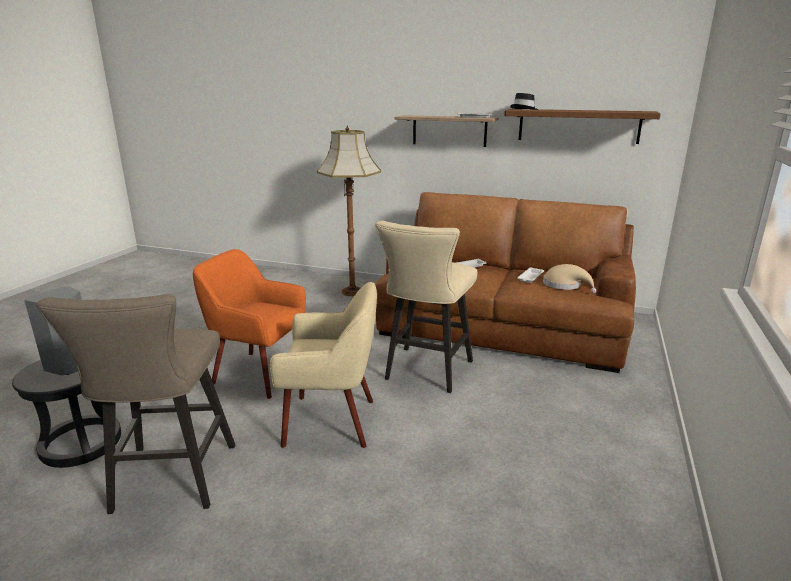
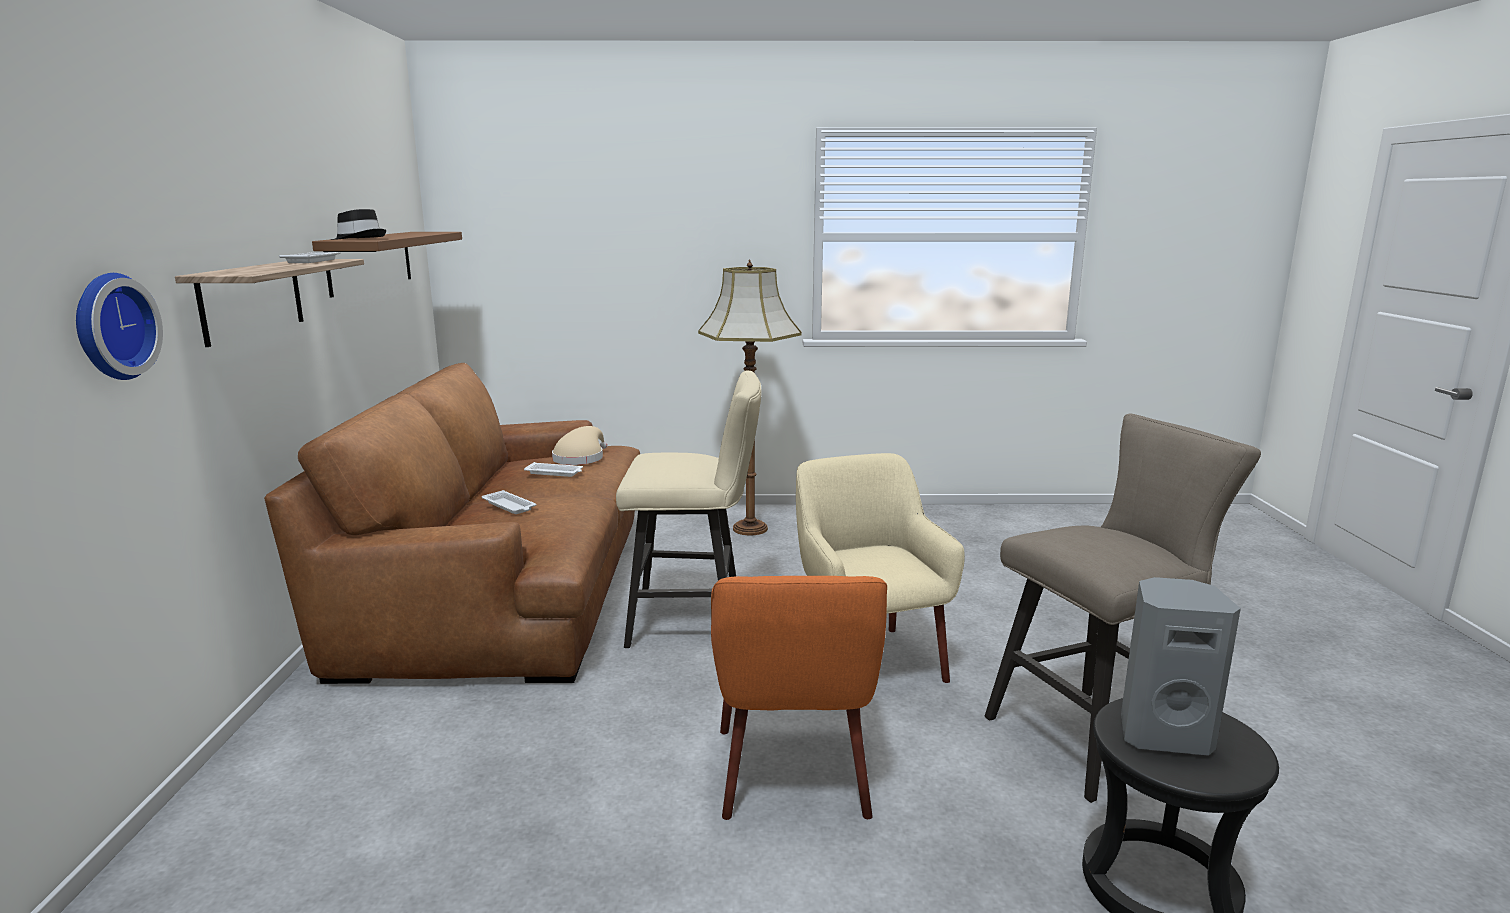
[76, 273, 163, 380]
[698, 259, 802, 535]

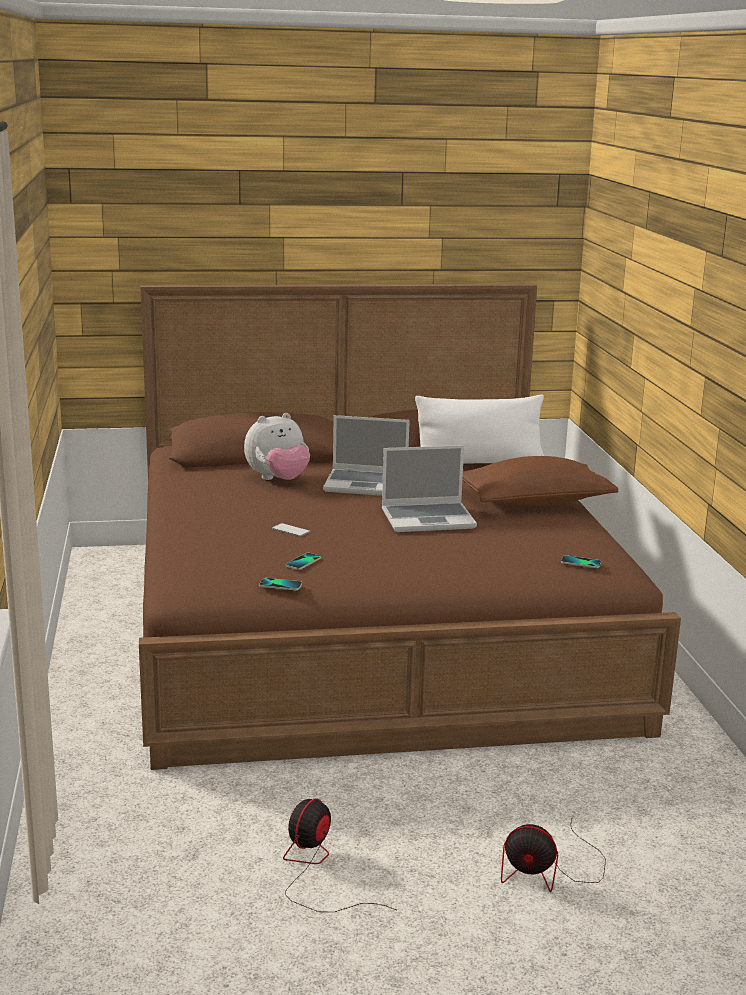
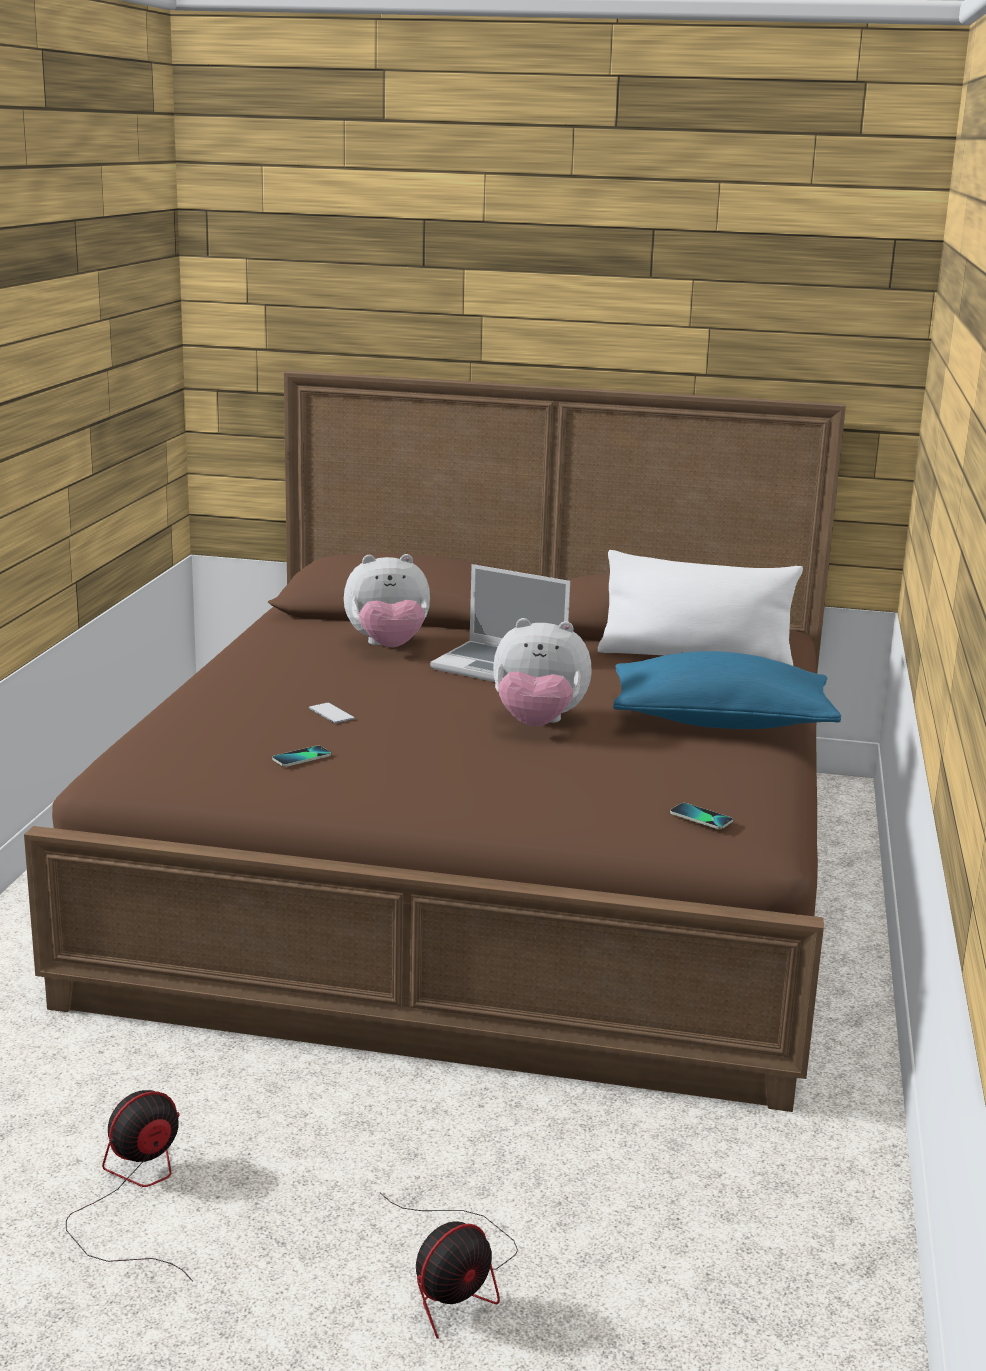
[380, 1193, 518, 1339]
[493, 618, 592, 727]
[613, 651, 841, 729]
[259, 578, 302, 590] (first image)

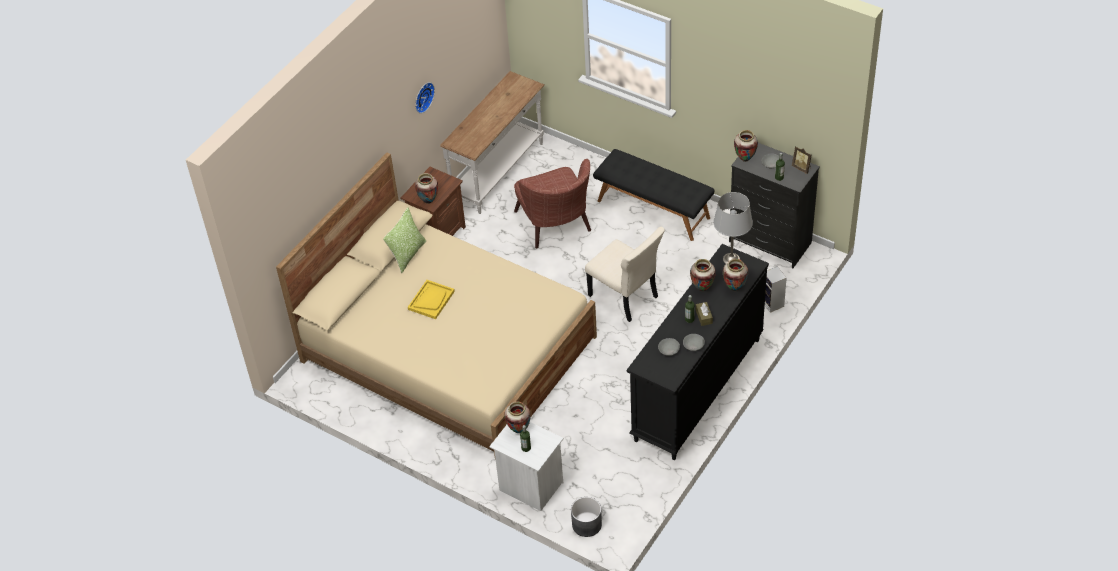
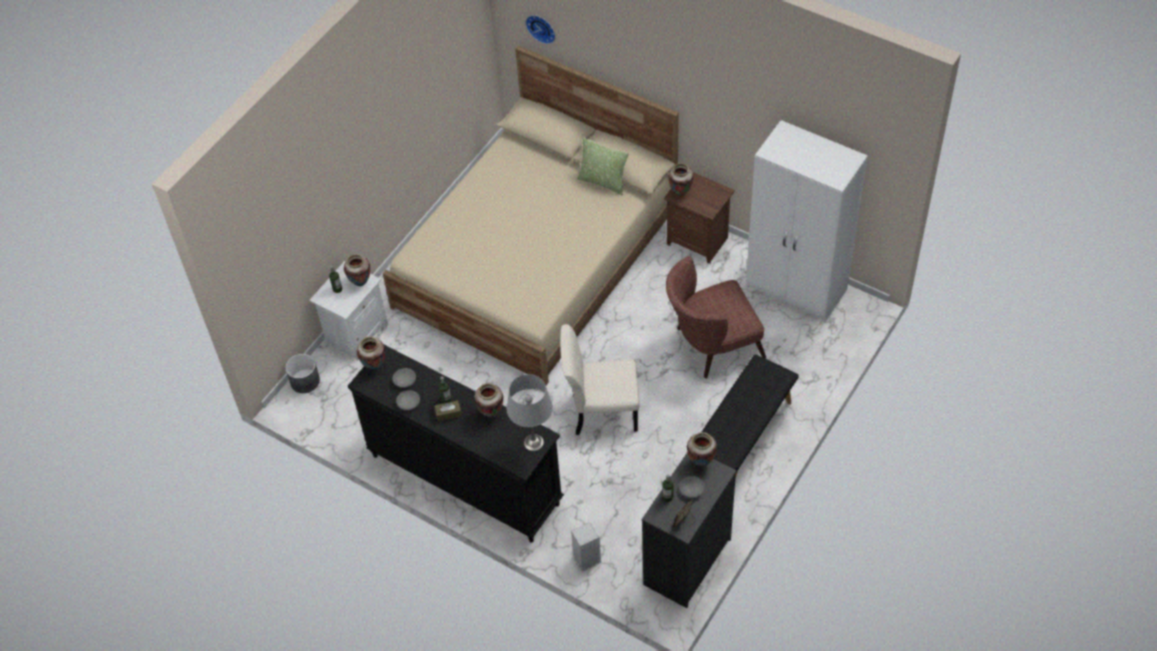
[357, 336, 385, 370]
[526, 15, 555, 44]
[560, 324, 640, 435]
[746, 120, 868, 322]
[408, 280, 455, 319] (first image)

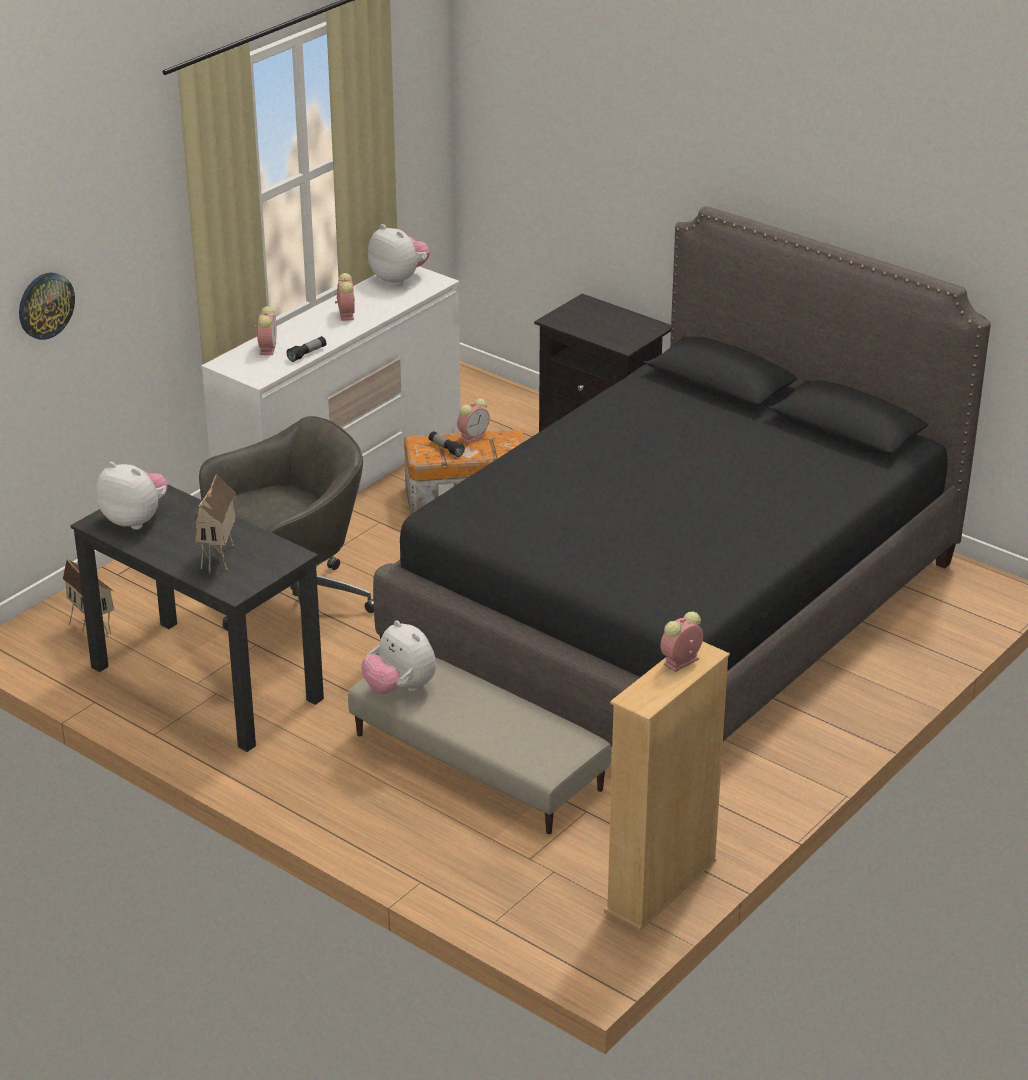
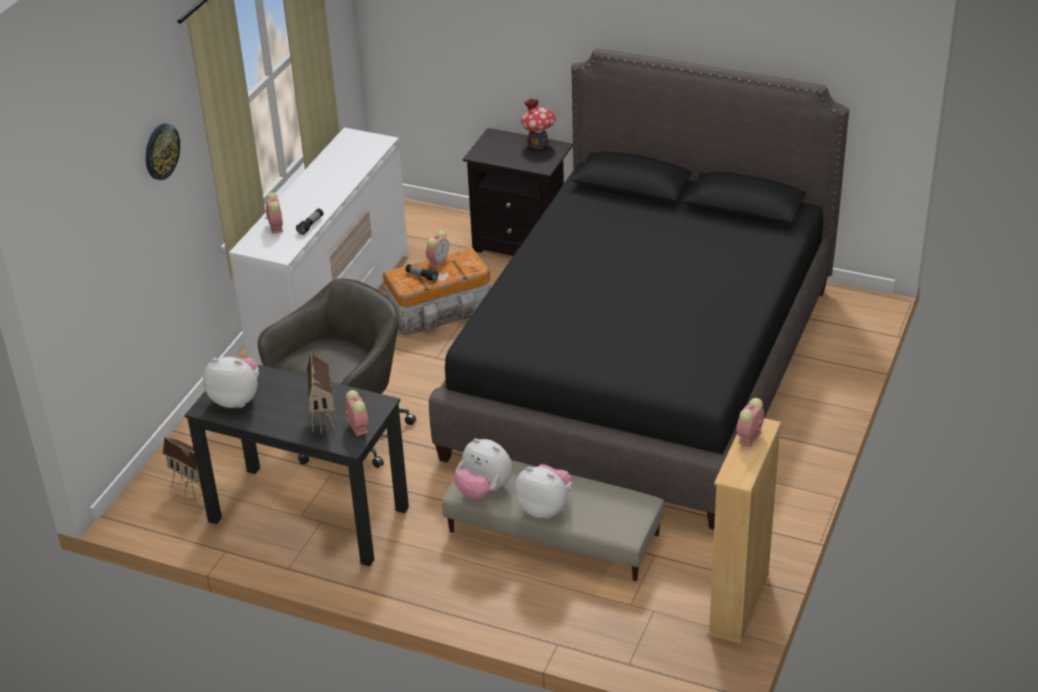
[146, 123, 180, 180]
[345, 390, 369, 436]
[515, 464, 572, 518]
[521, 98, 556, 149]

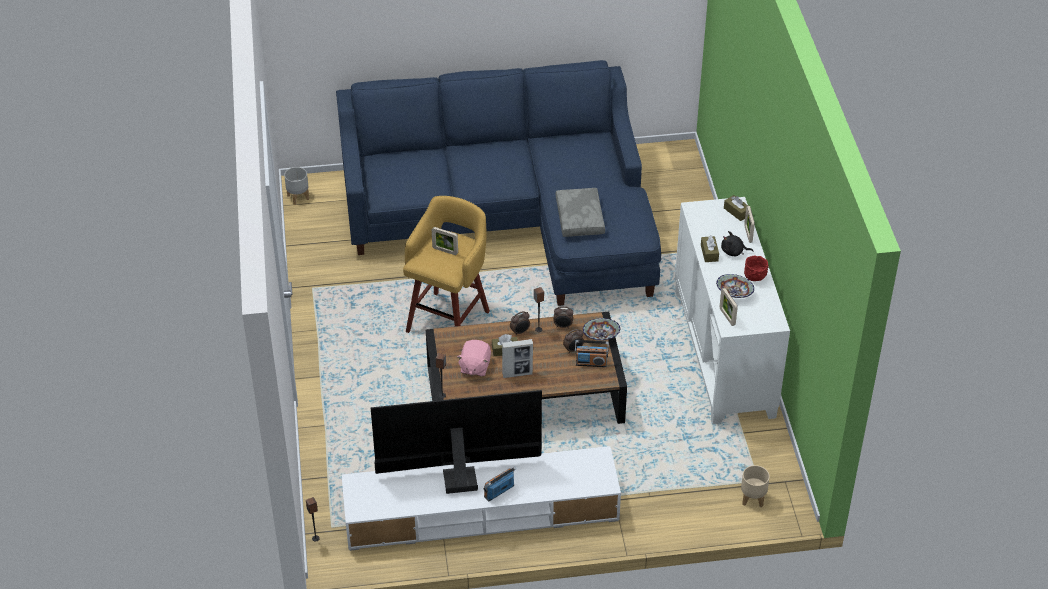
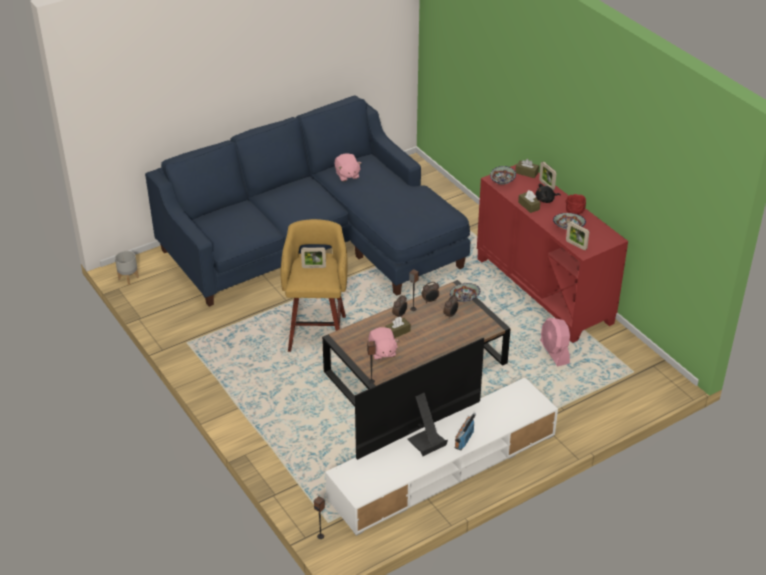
[335, 153, 361, 182]
[477, 164, 628, 343]
[490, 166, 516, 185]
[540, 318, 570, 367]
[502, 339, 533, 378] (first image)
[556, 188, 605, 237] (first image)
[575, 340, 609, 367] (first image)
[741, 465, 770, 507] (first image)

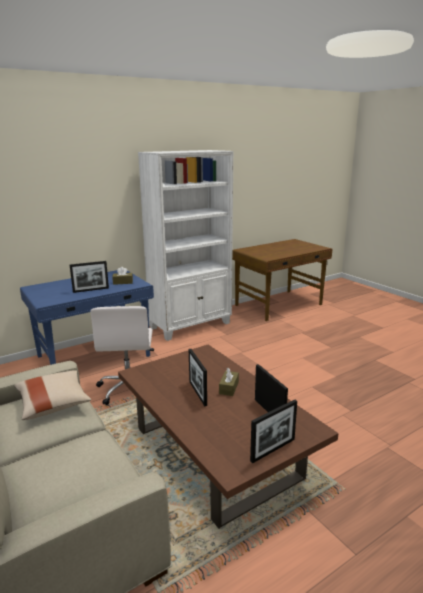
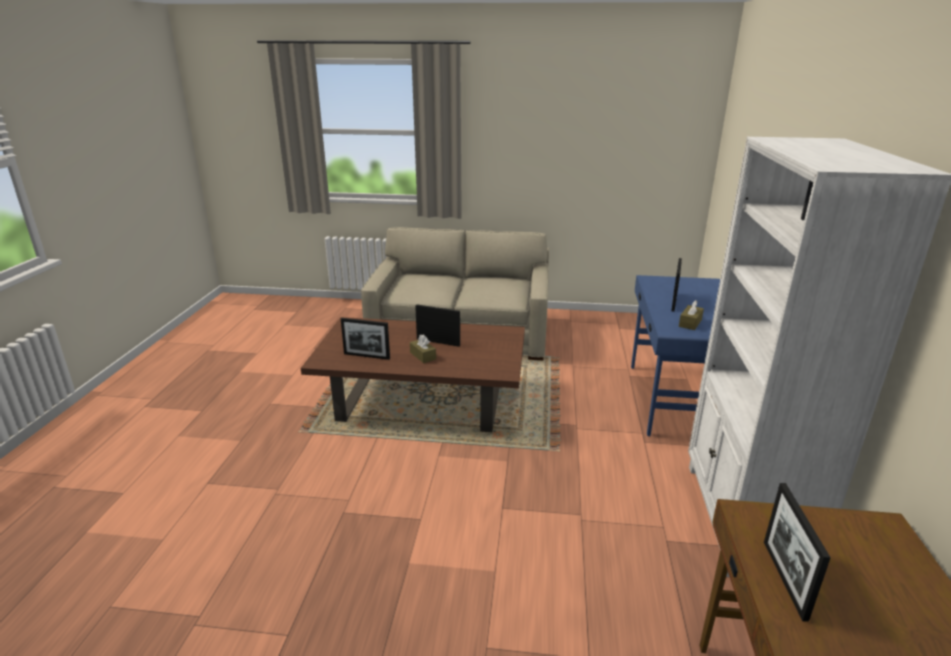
[764, 483, 831, 622]
[14, 370, 91, 420] (first image)
[90, 306, 154, 405] (first image)

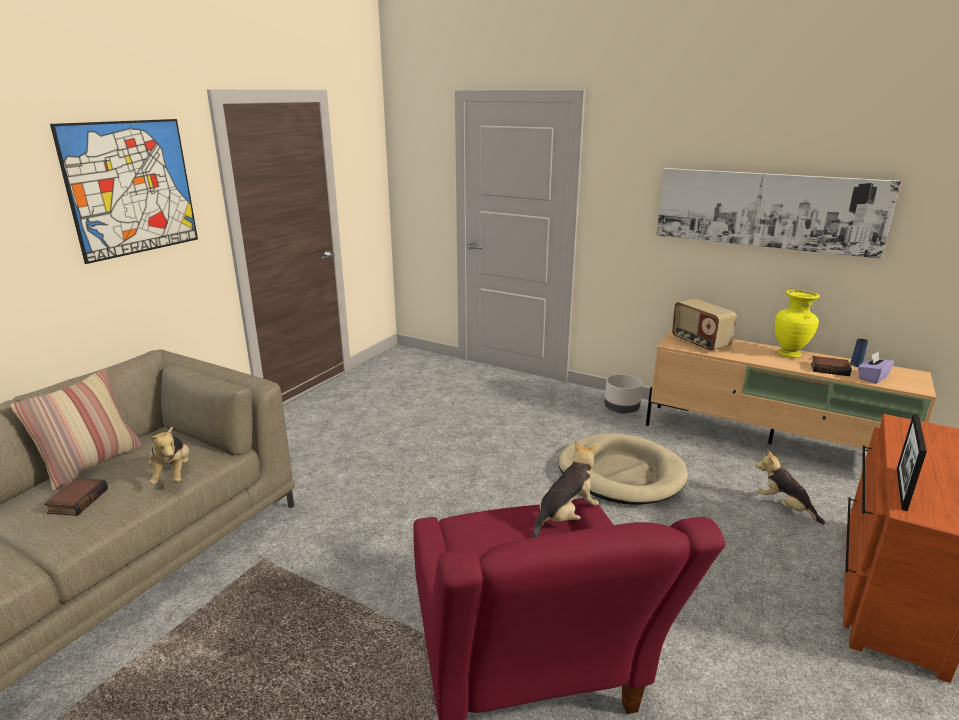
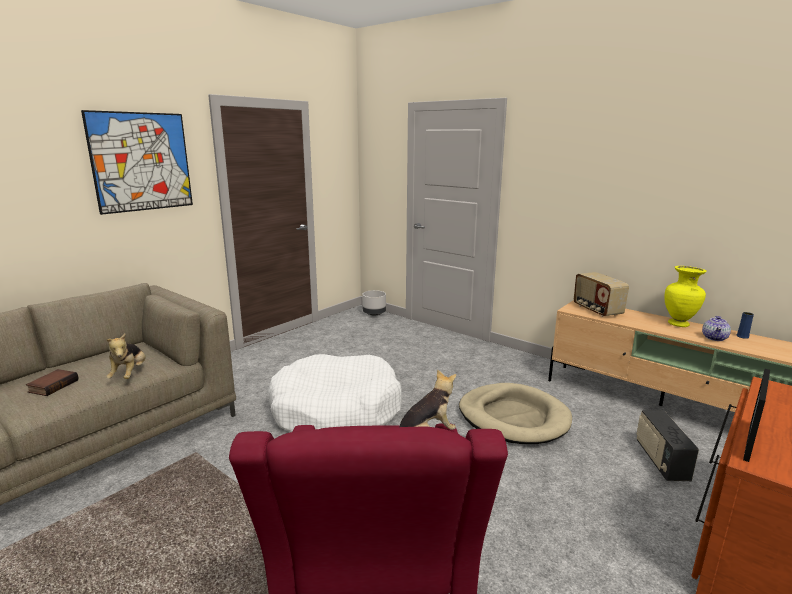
[267, 354, 402, 432]
[363, 290, 386, 316]
[636, 410, 699, 481]
[702, 316, 731, 341]
[10, 369, 142, 491] (first image)
[656, 168, 901, 259] (first image)
[858, 351, 894, 384] (first image)

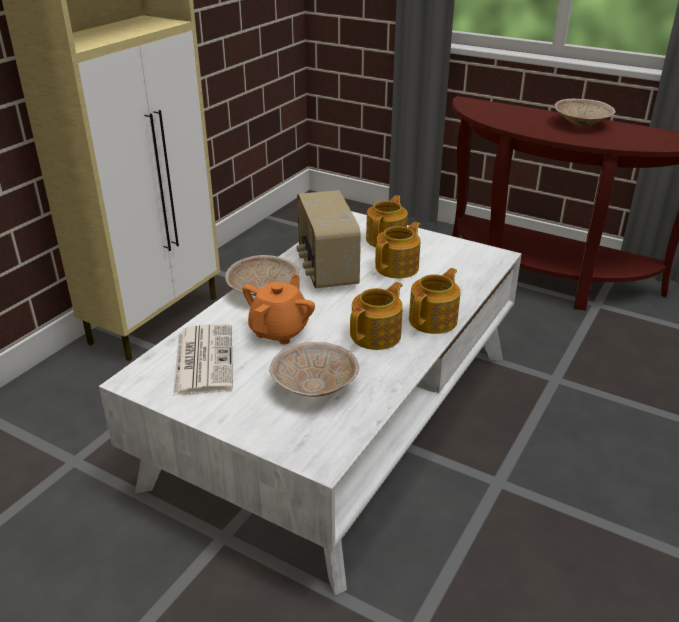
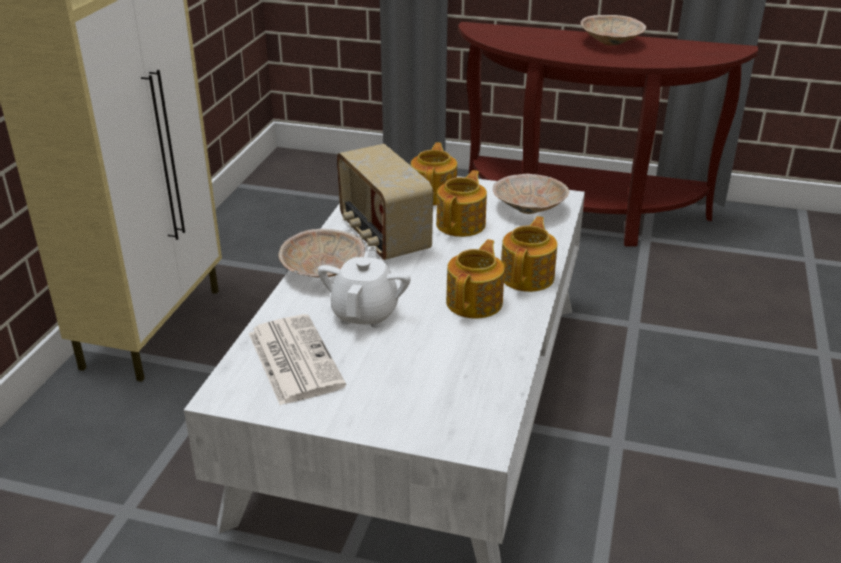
[318, 246, 411, 328]
[493, 174, 569, 214]

